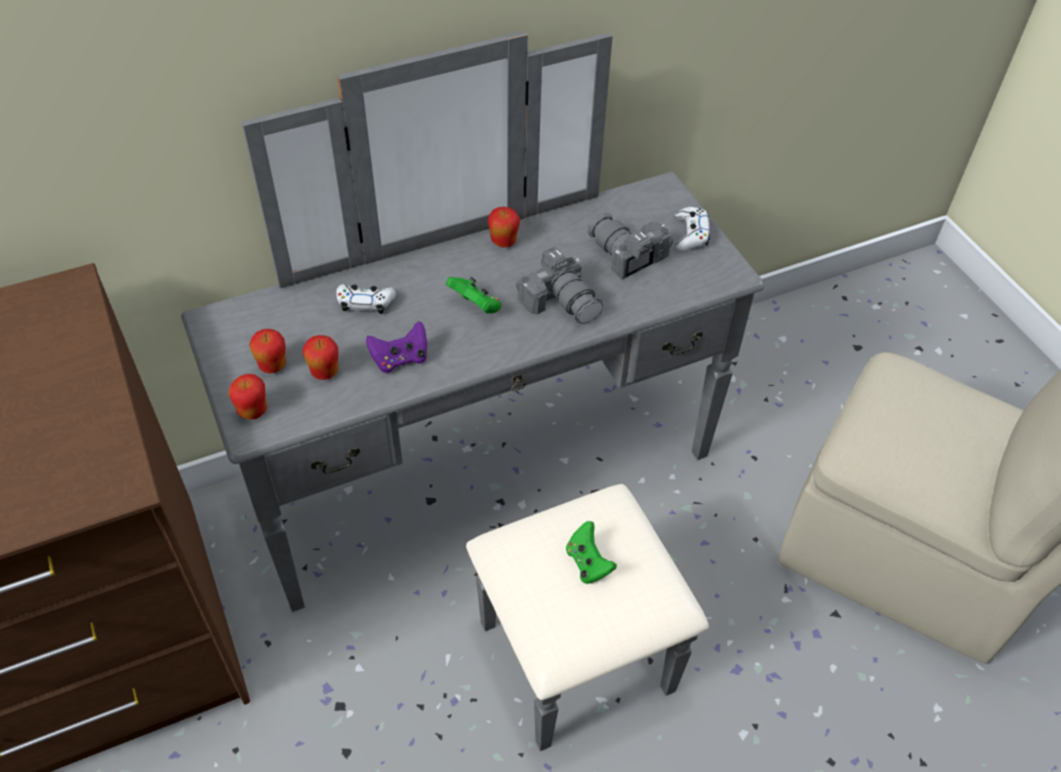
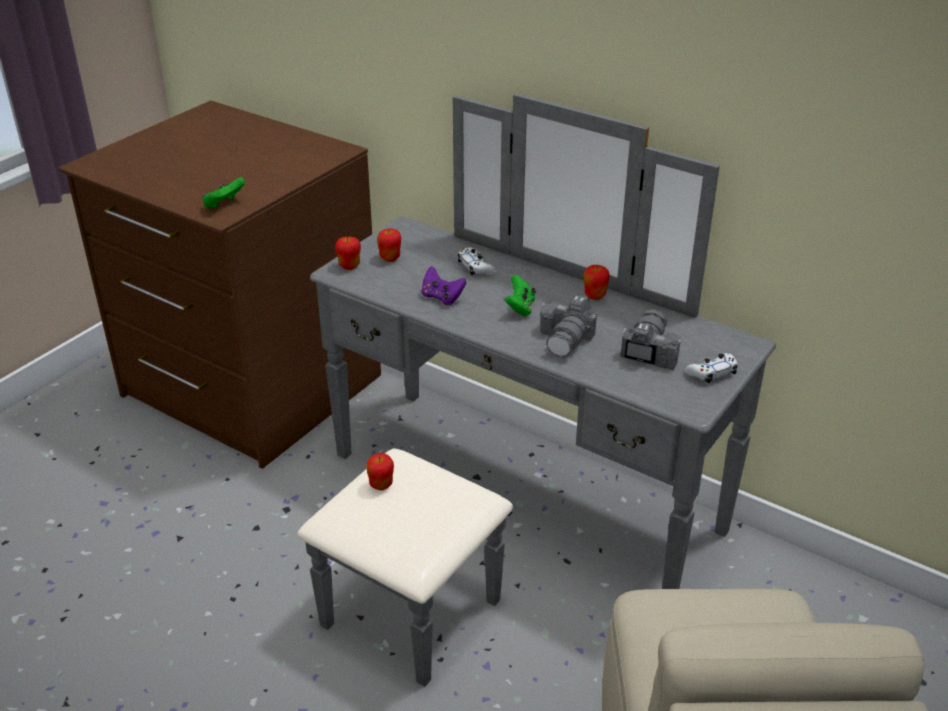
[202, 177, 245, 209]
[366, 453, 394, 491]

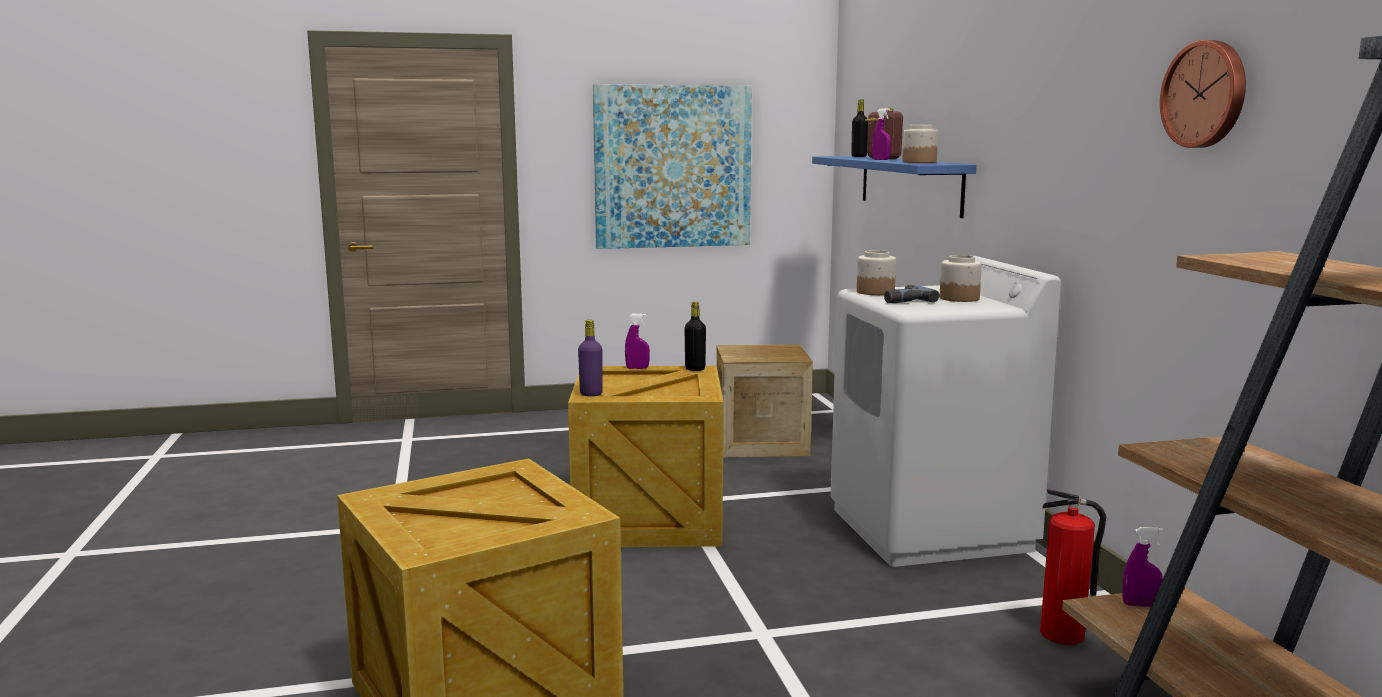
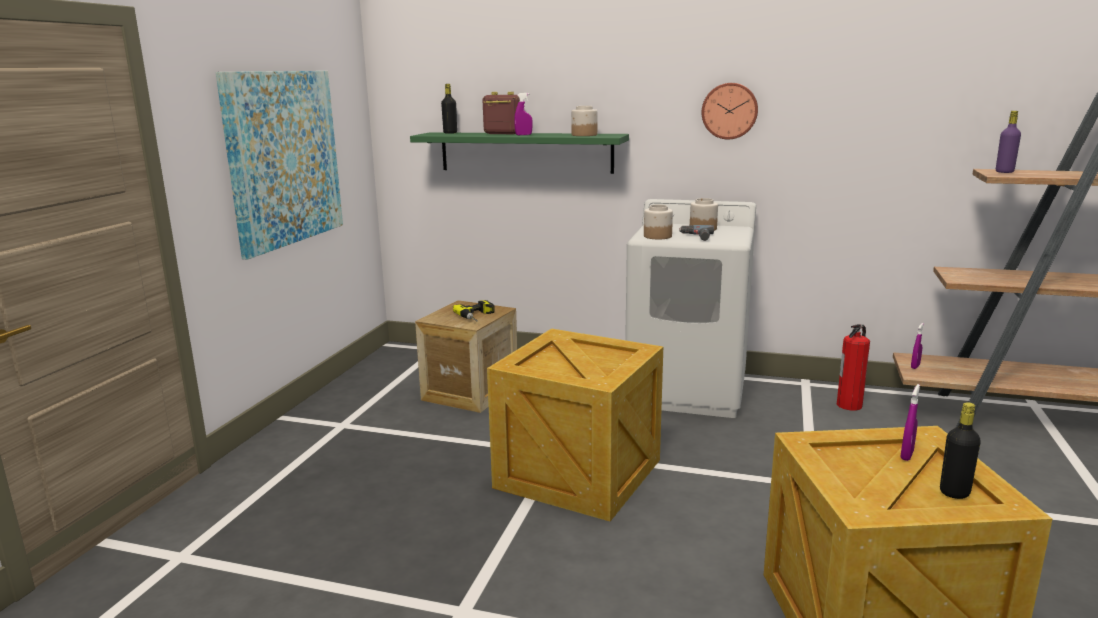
[410, 132, 629, 174]
[453, 300, 495, 322]
[702, 83, 758, 139]
[900, 384, 920, 461]
[940, 402, 981, 499]
[996, 111, 1021, 173]

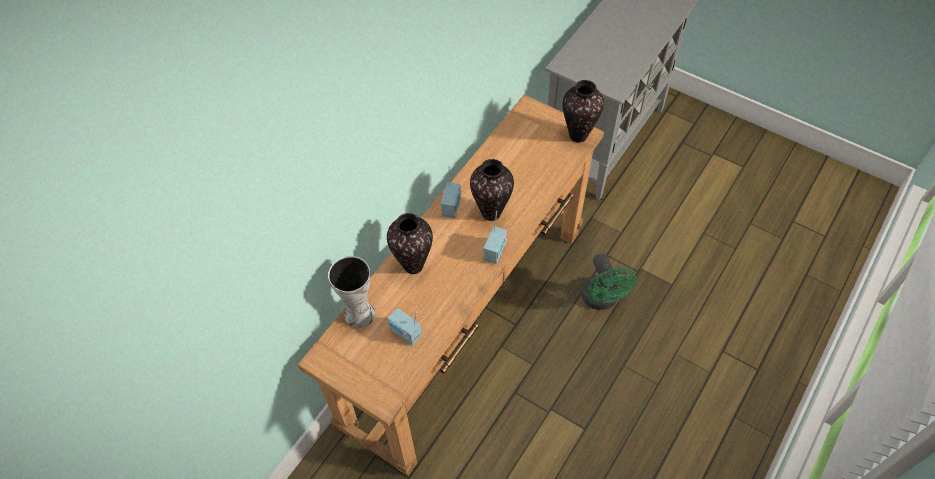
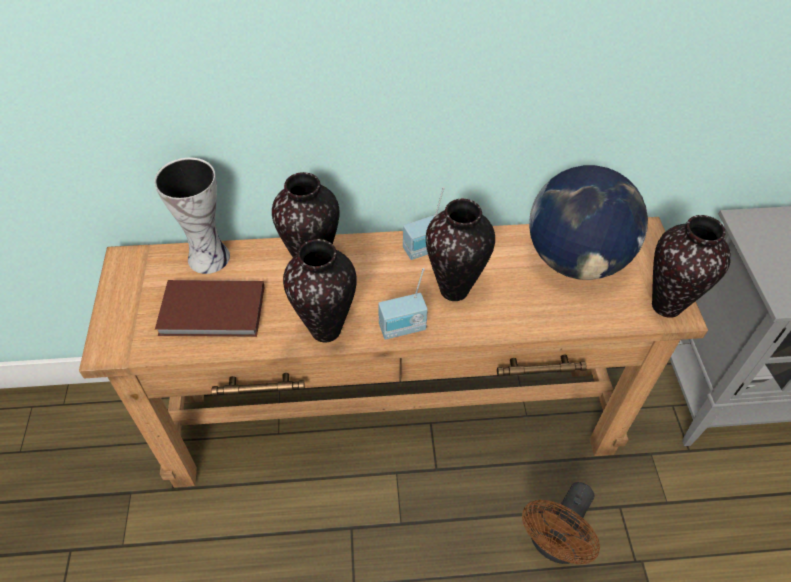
[155, 280, 264, 337]
[283, 239, 357, 343]
[522, 482, 600, 564]
[529, 165, 648, 280]

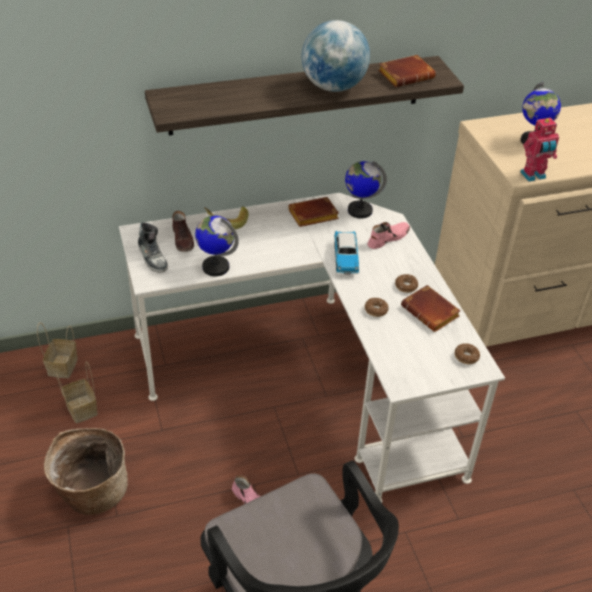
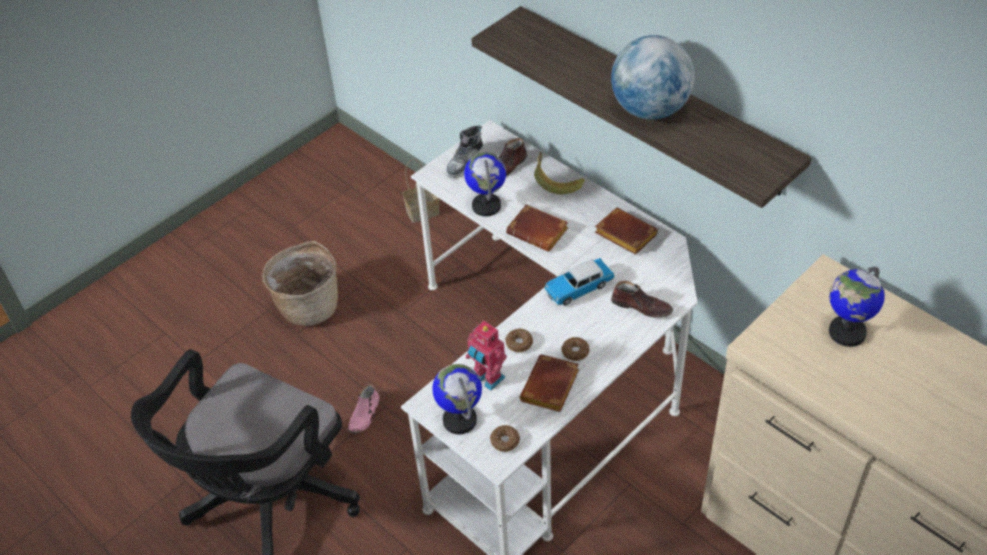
[432, 364, 482, 434]
[465, 321, 507, 391]
[506, 205, 568, 252]
[611, 281, 673, 318]
[56, 361, 98, 423] (first image)

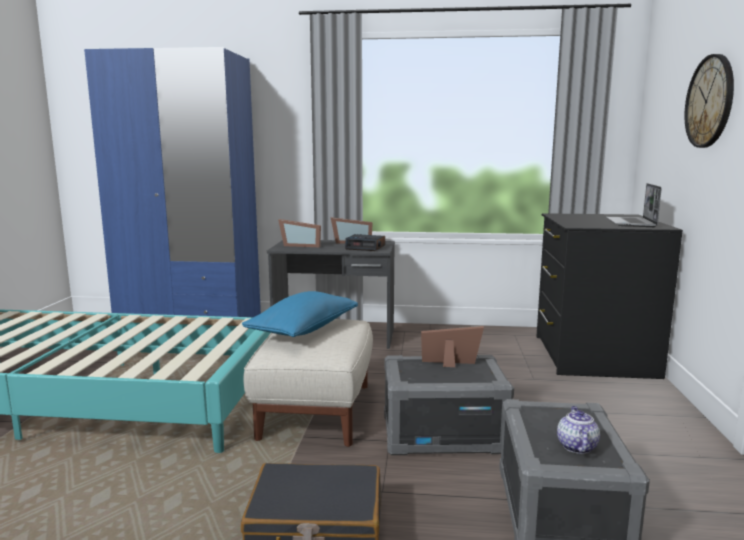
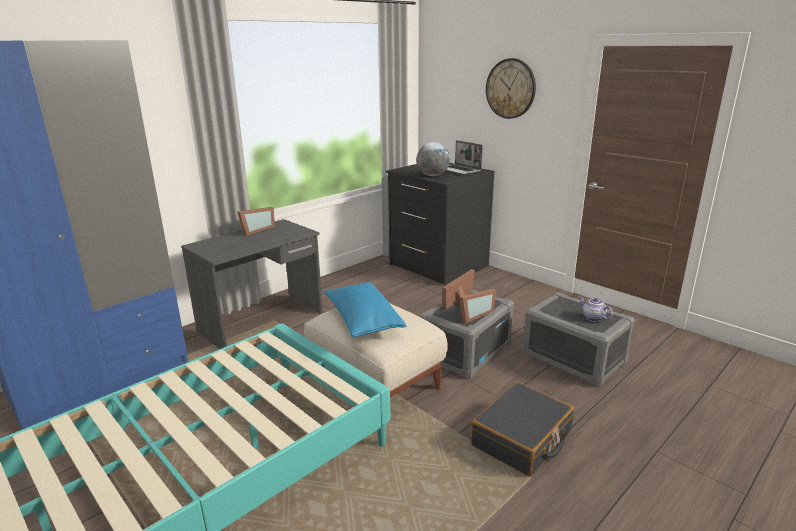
[416, 142, 450, 176]
[460, 289, 496, 323]
[345, 234, 385, 251] (first image)

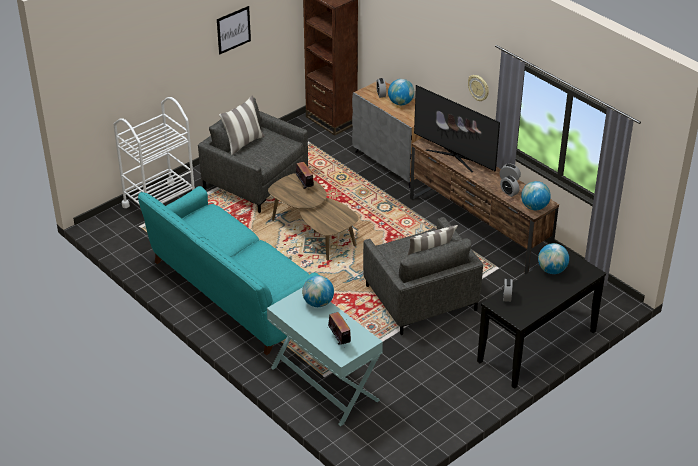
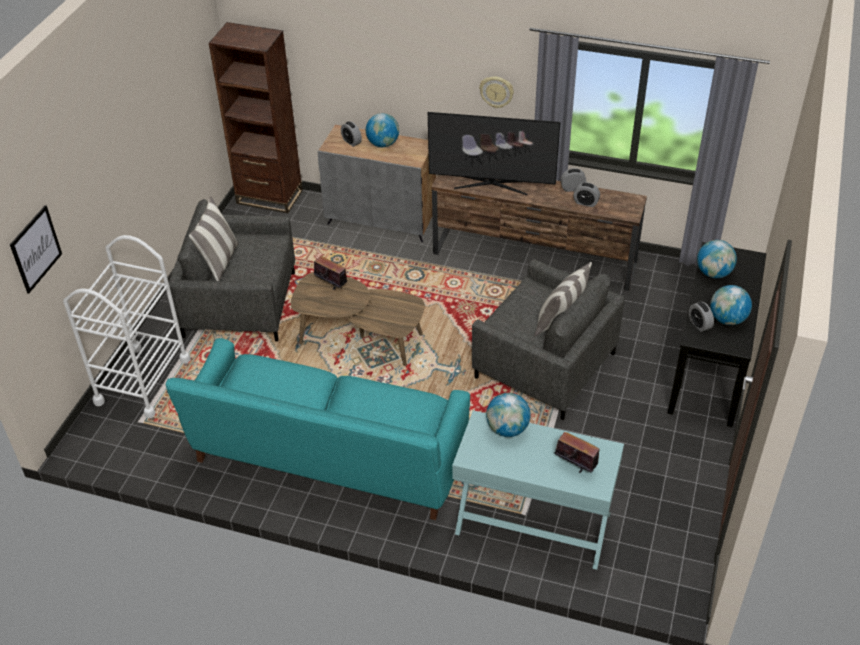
[10, 205, 62, 294]
[710, 285, 752, 325]

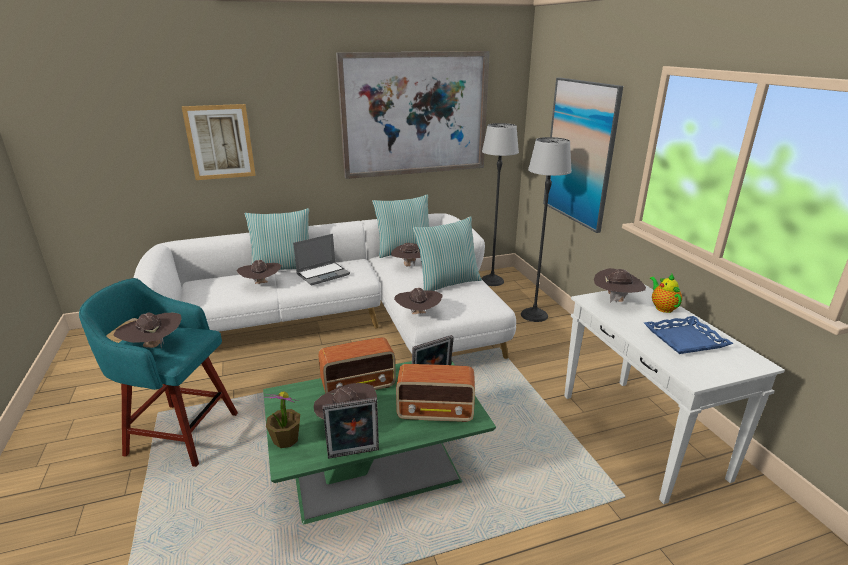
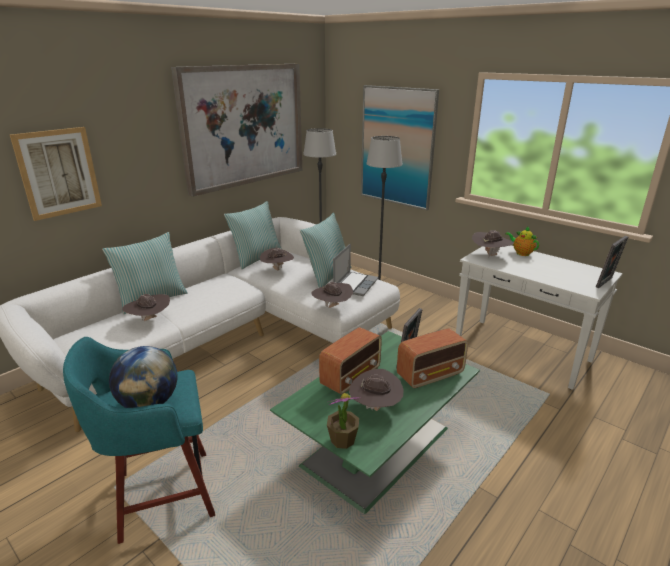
[109, 346, 178, 408]
[333, 244, 378, 296]
[596, 236, 628, 288]
[644, 316, 733, 354] (first image)

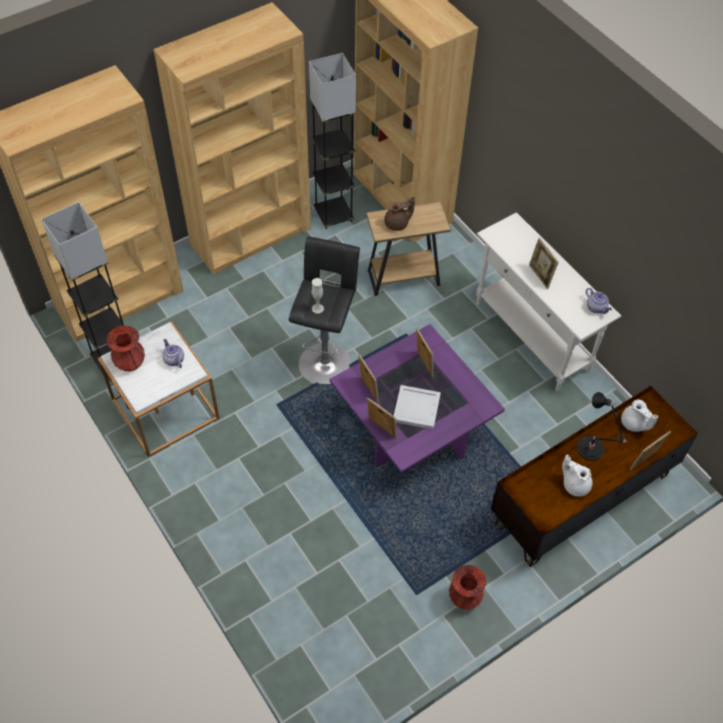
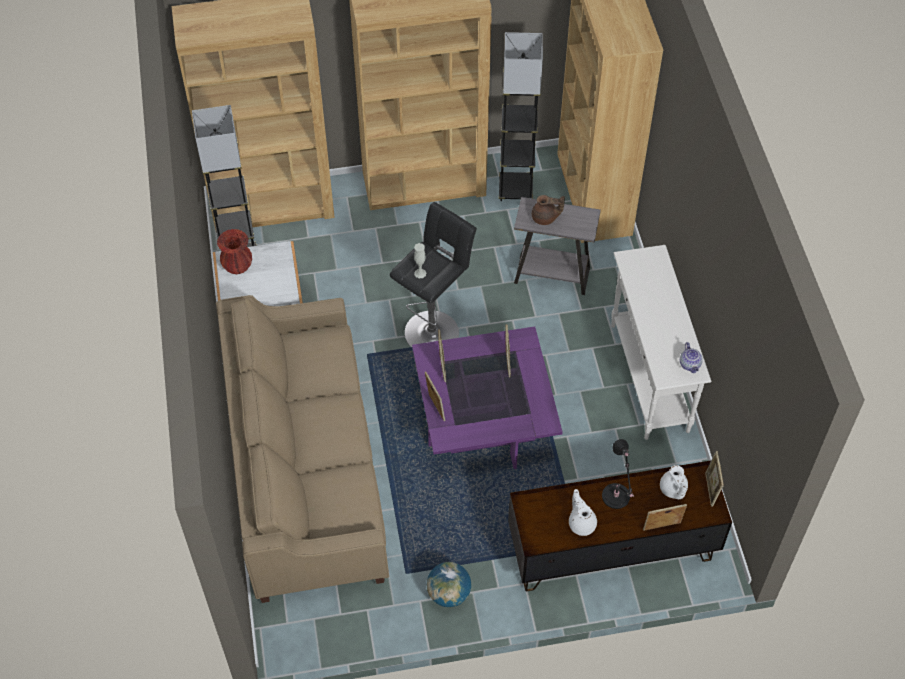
[216, 295, 389, 603]
[427, 562, 471, 607]
[514, 197, 601, 295]
[705, 451, 724, 507]
[162, 339, 184, 368] (first image)
[394, 385, 441, 430] (first image)

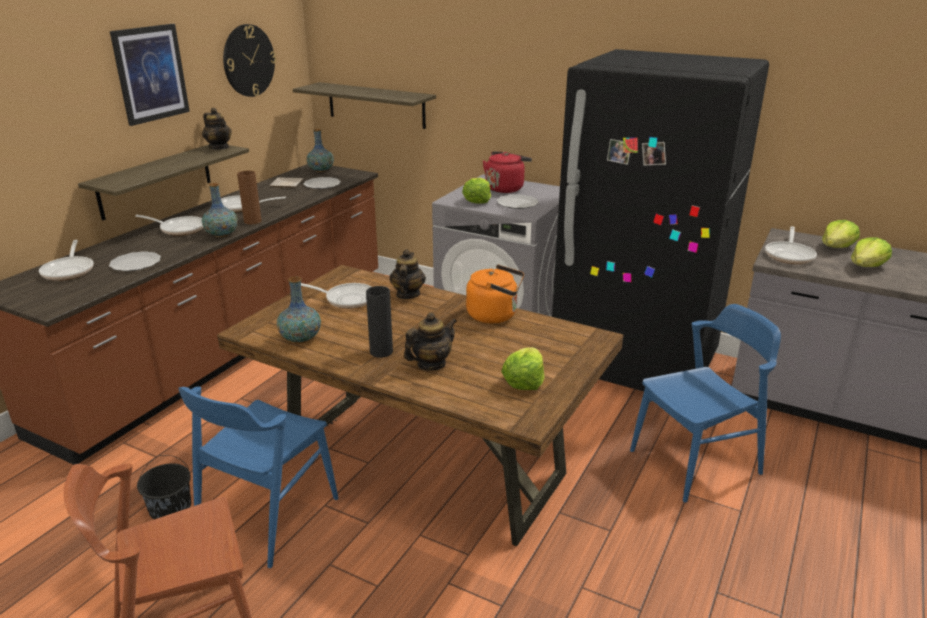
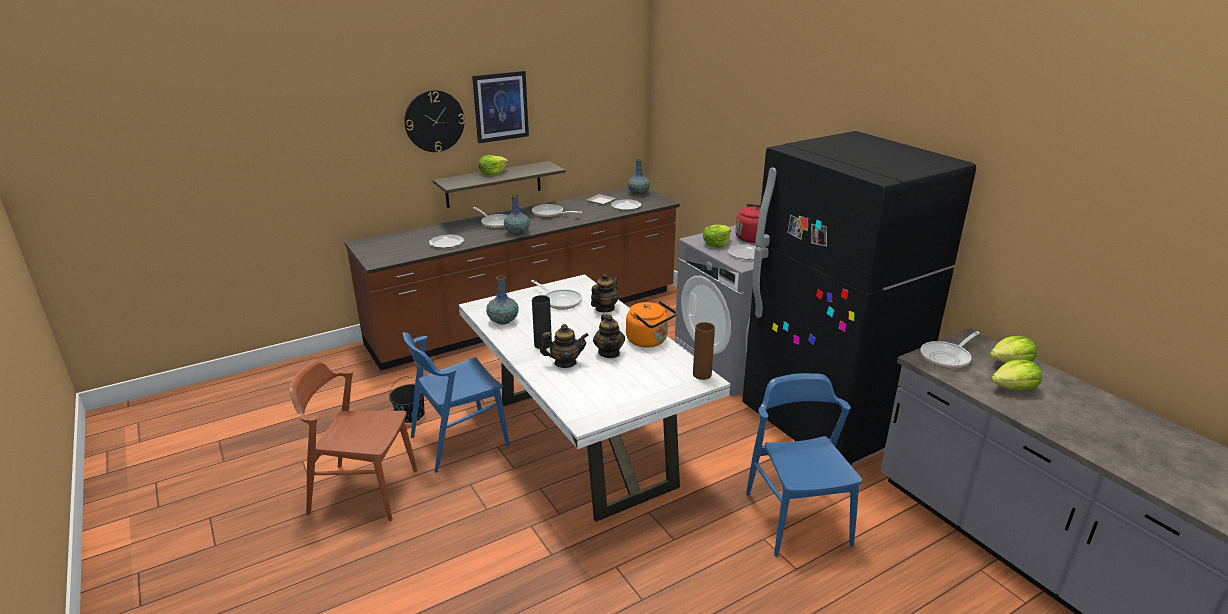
[404, 90, 465, 152]
[459, 274, 730, 522]
[479, 155, 508, 175]
[593, 314, 625, 358]
[693, 322, 715, 380]
[746, 373, 862, 557]
[39, 240, 94, 281] (first image)
[293, 82, 436, 129] (first image)

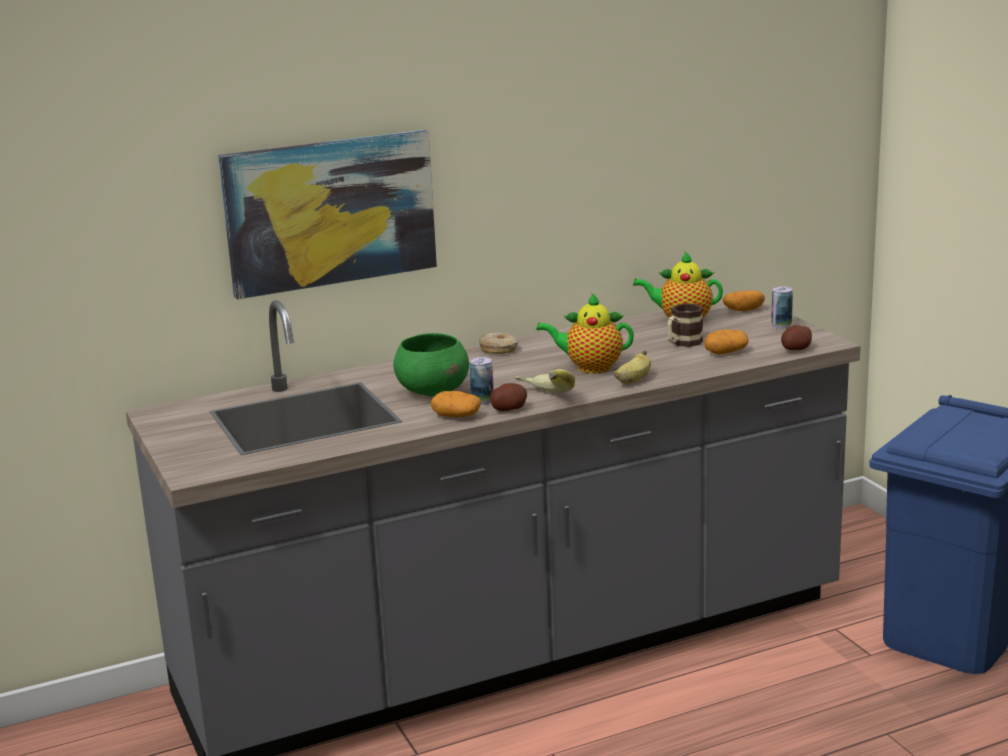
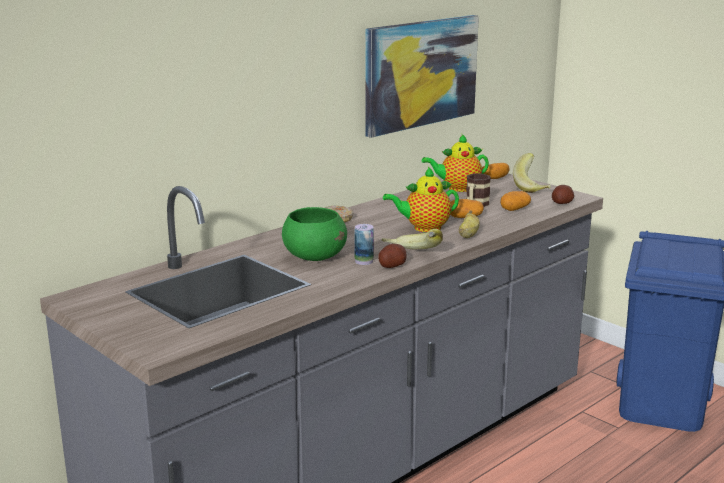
[365, 15, 479, 138]
[450, 199, 484, 218]
[513, 153, 551, 193]

